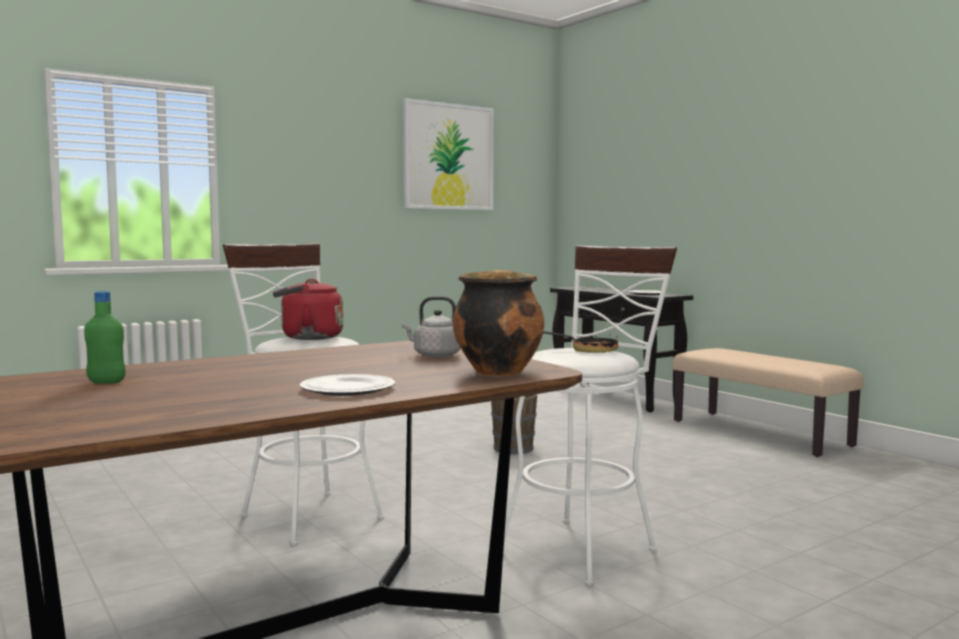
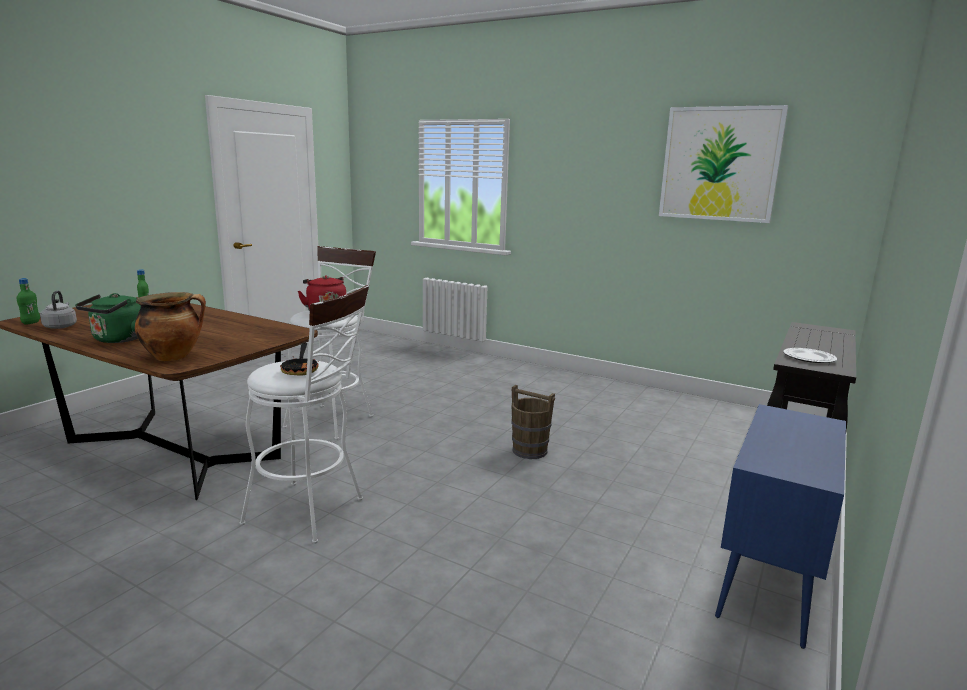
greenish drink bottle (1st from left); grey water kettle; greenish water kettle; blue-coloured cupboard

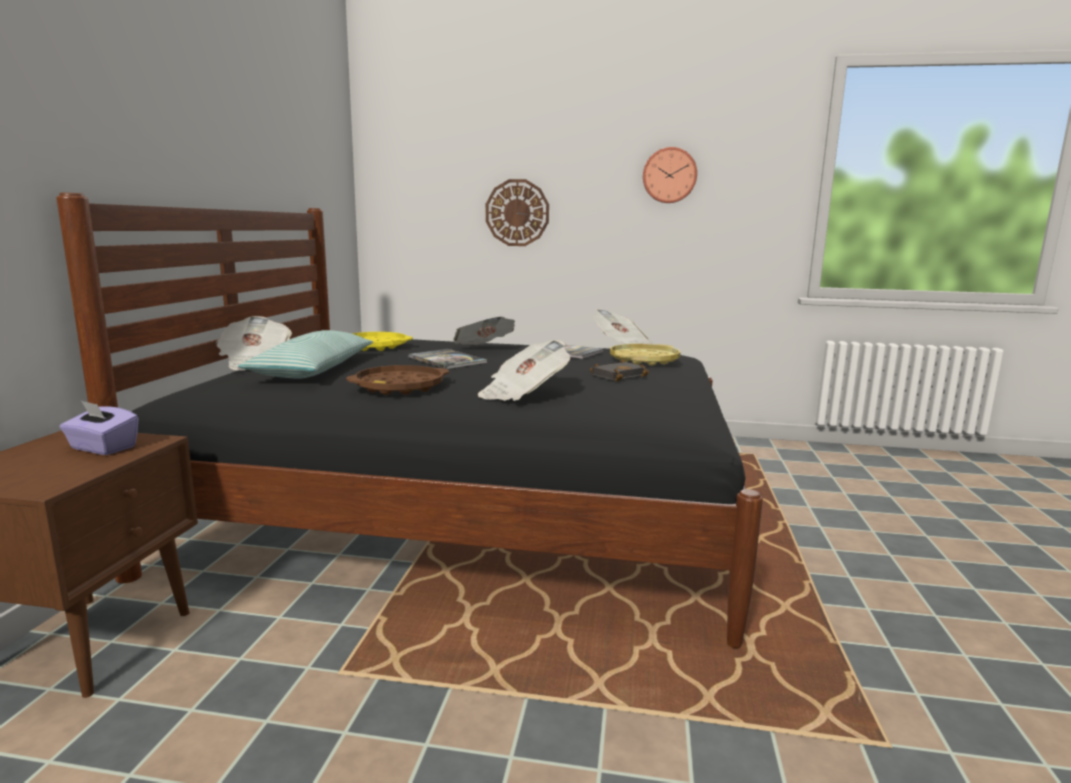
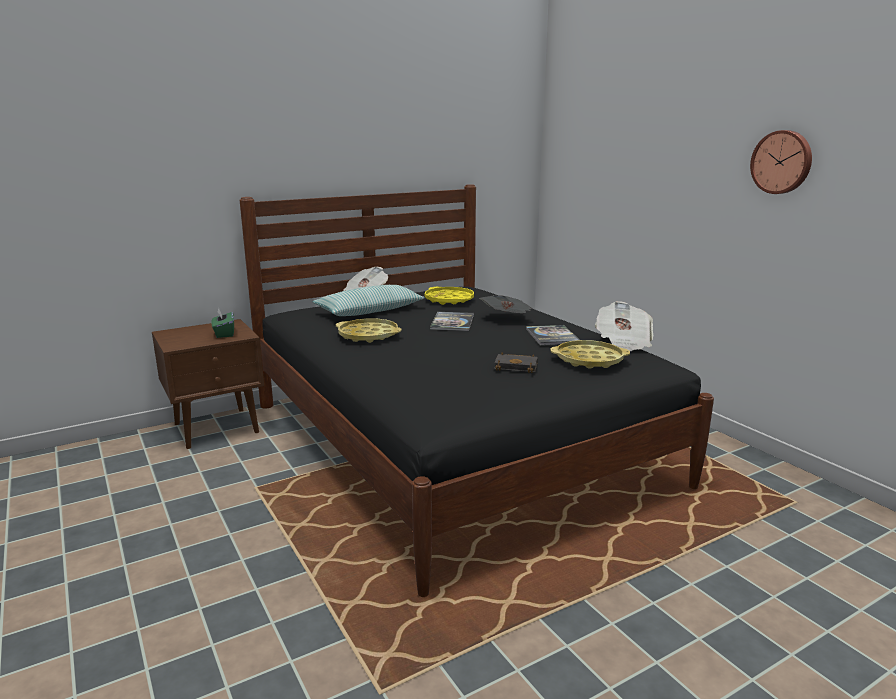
greenish tissue box; yellowish carrying tray (1st from left); daily paper (3rd from left in the first image); clock on the wall (1st from left in the first image)

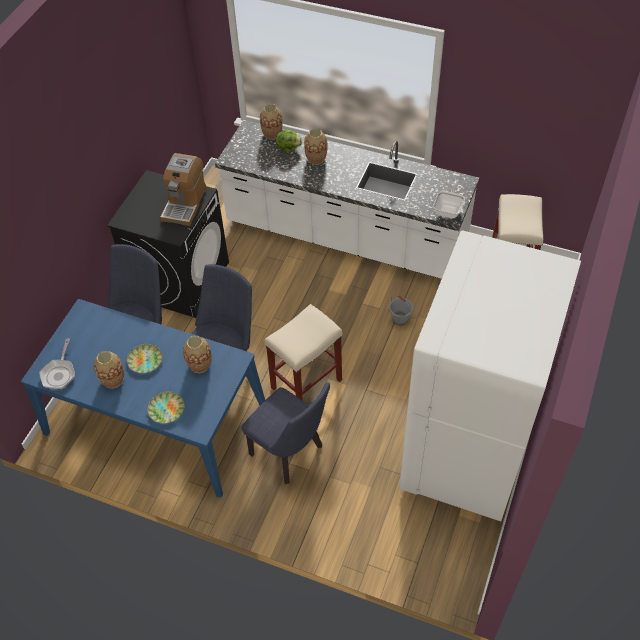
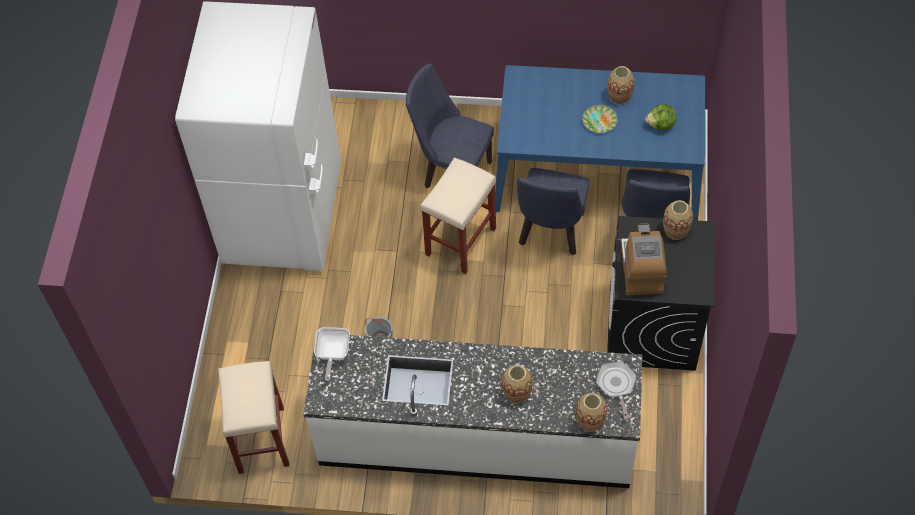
pan (2nd from left); head of lettuce; flower vase (4th from left); dinner plate (2nd from left in the first image)

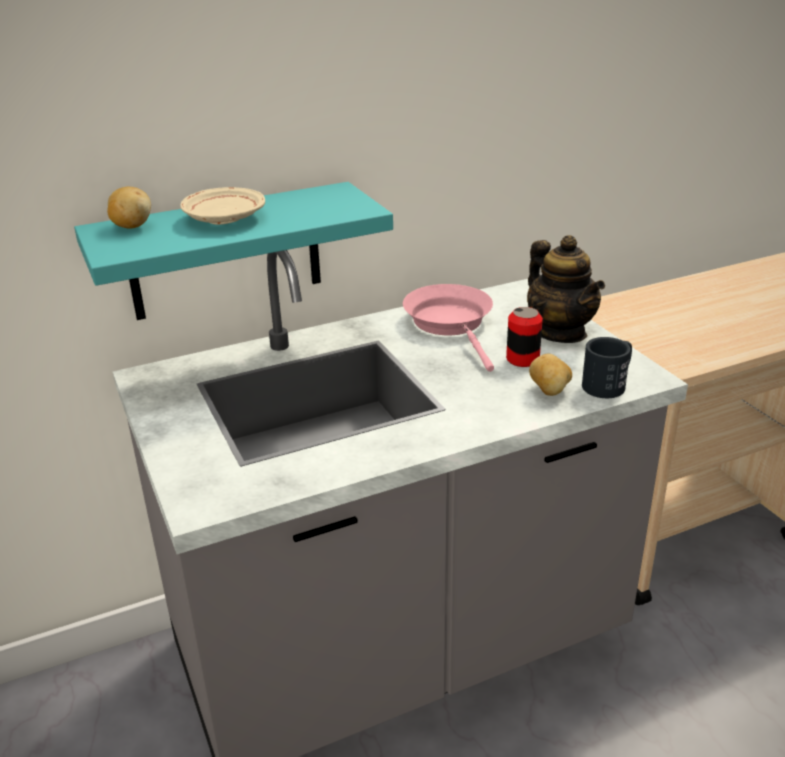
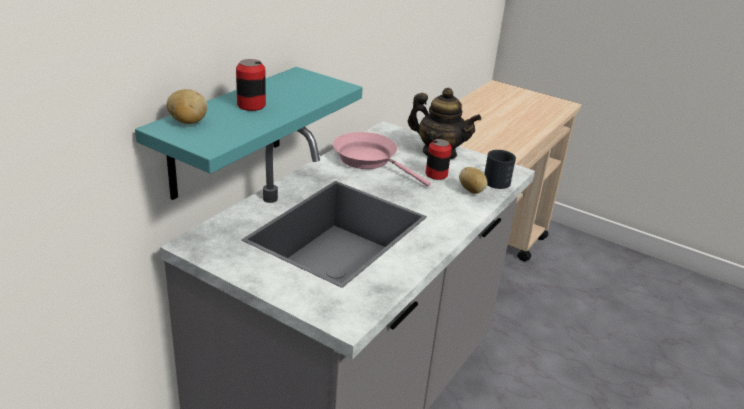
metal can (1st from left)

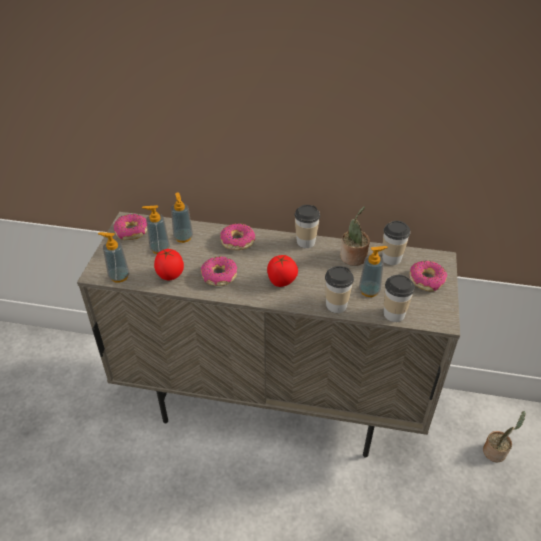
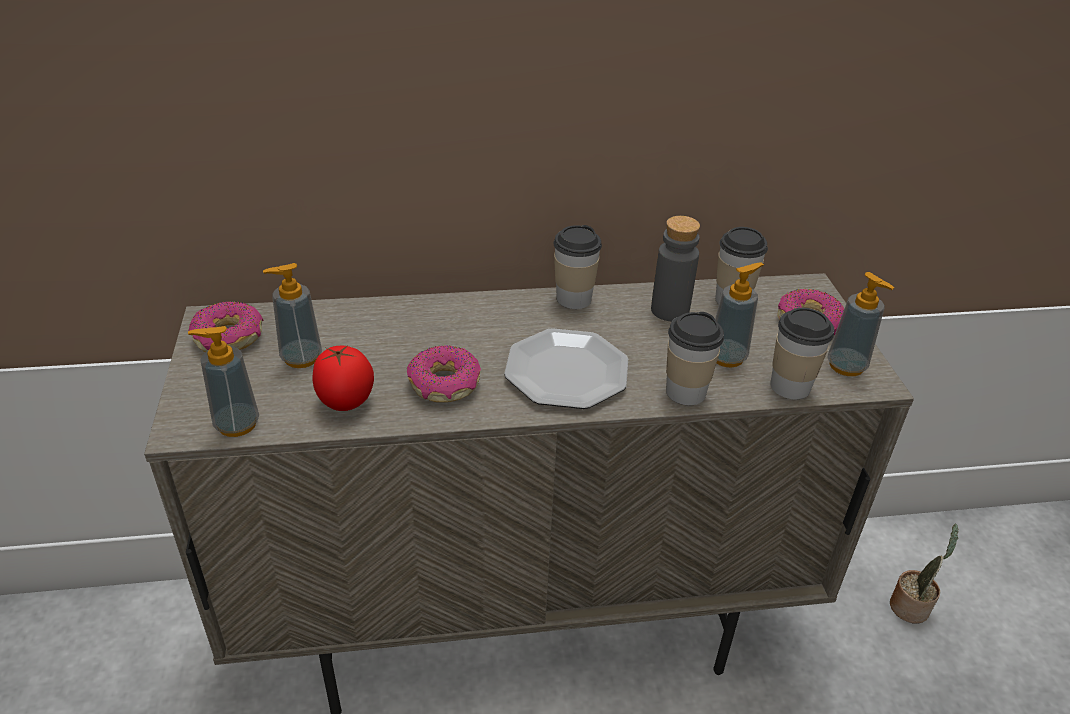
dinner plate; grey drink bottle; liquid soap bottle (4th from left); ring doughnut (3rd from left in the first image)

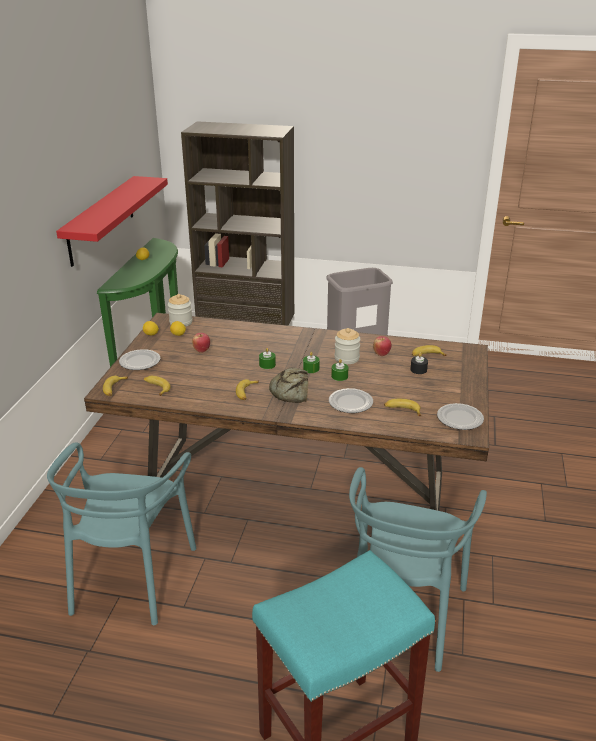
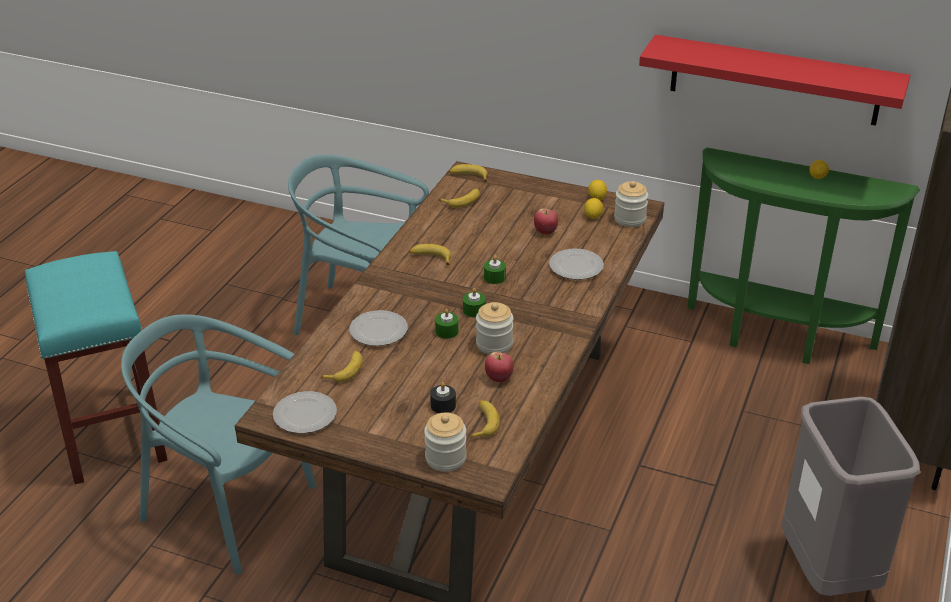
storage jar (1st from left); dinner plate (3rd from left); bread

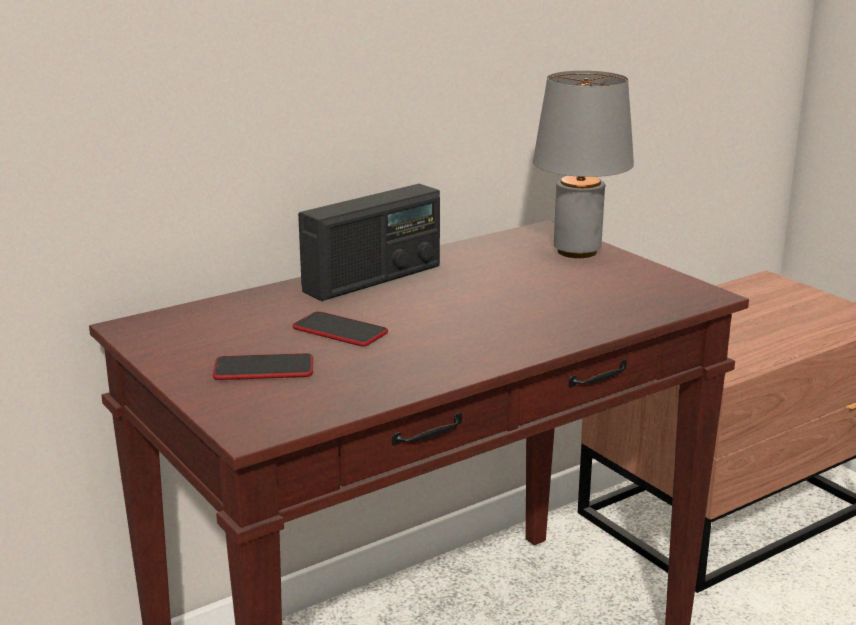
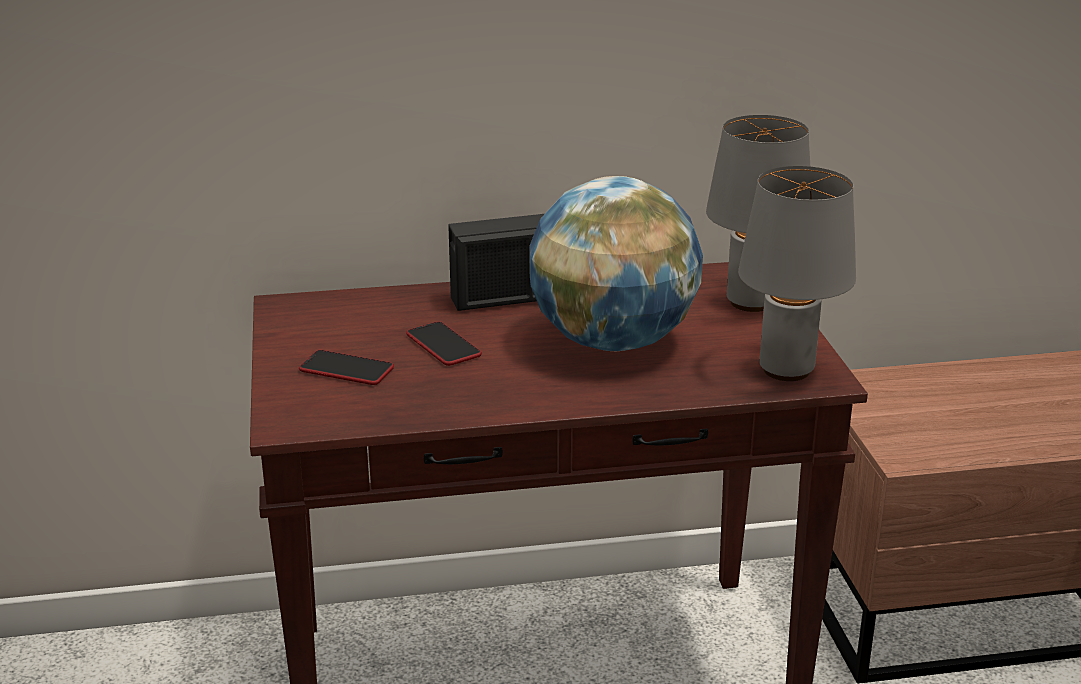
world globe; grey tabletop lamp (2nd from left)

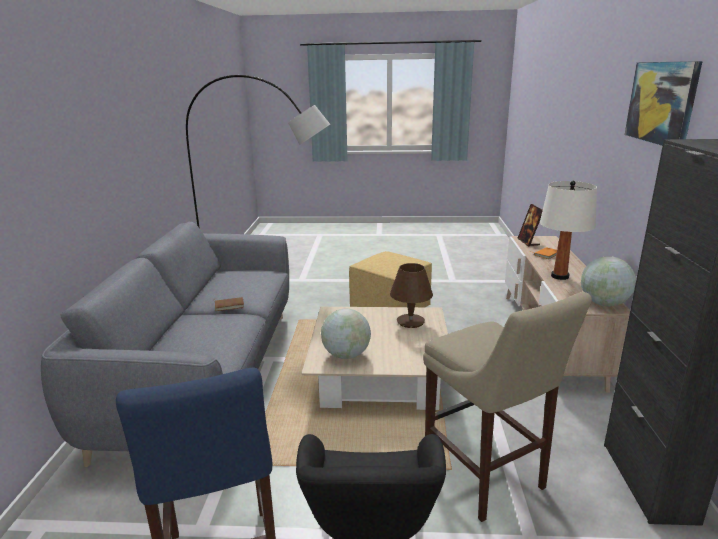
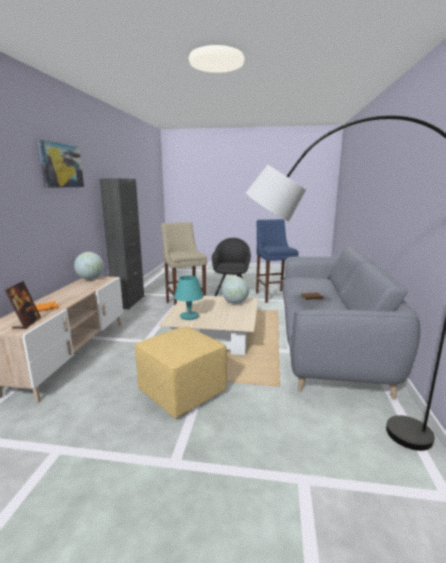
turquoise-coloured tabletop lamp; whitish tabletop lamp

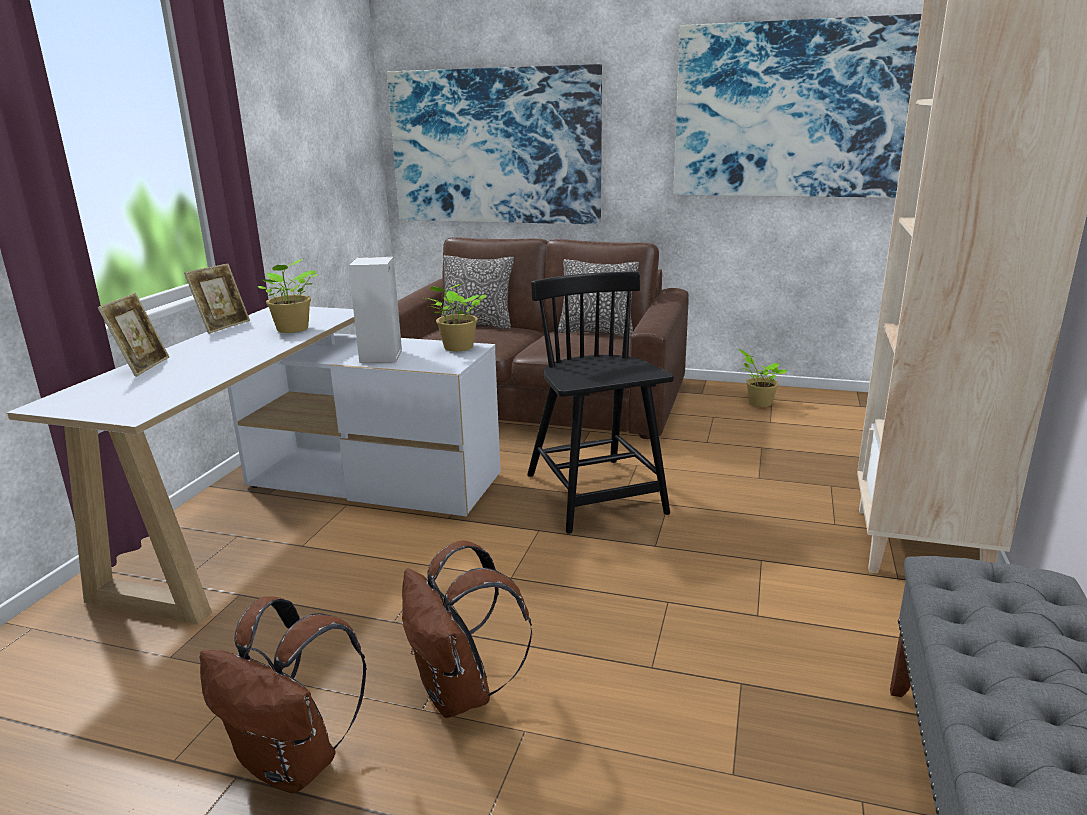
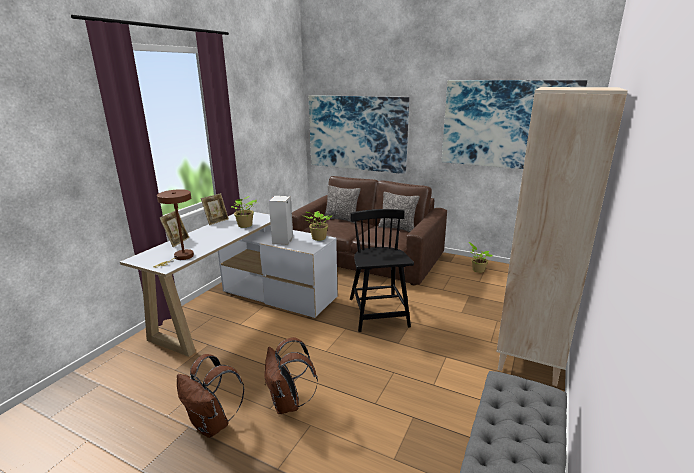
brown-coloured tabletop lamp

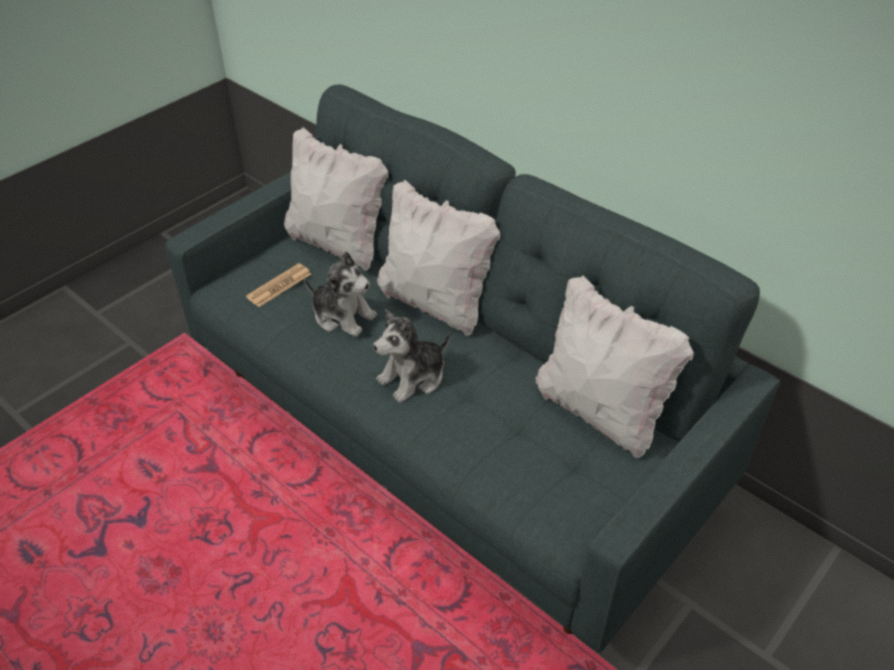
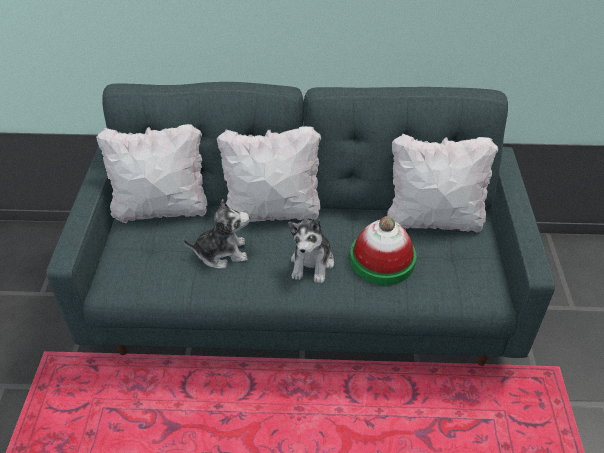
wearable hat; daily paper

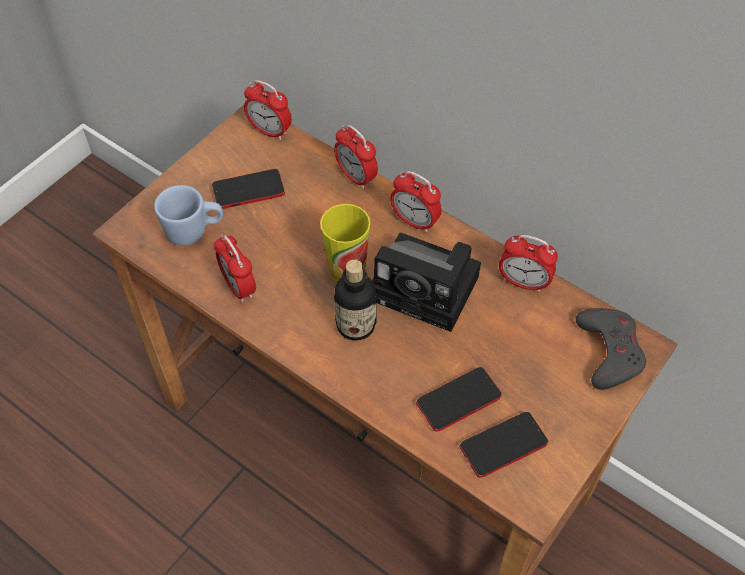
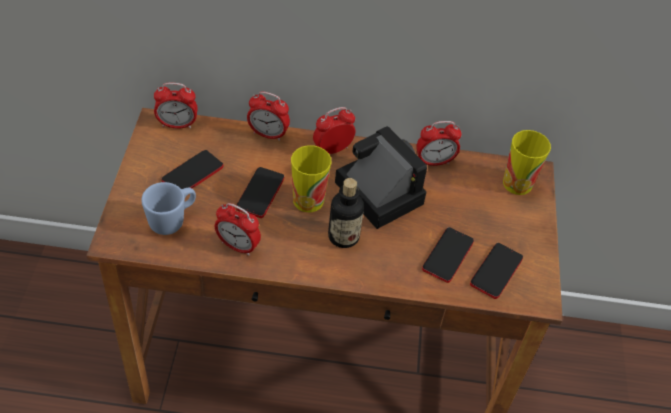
telephone (2nd from left); bedside clock (4th from left); still camera; small cup (2nd from left)

